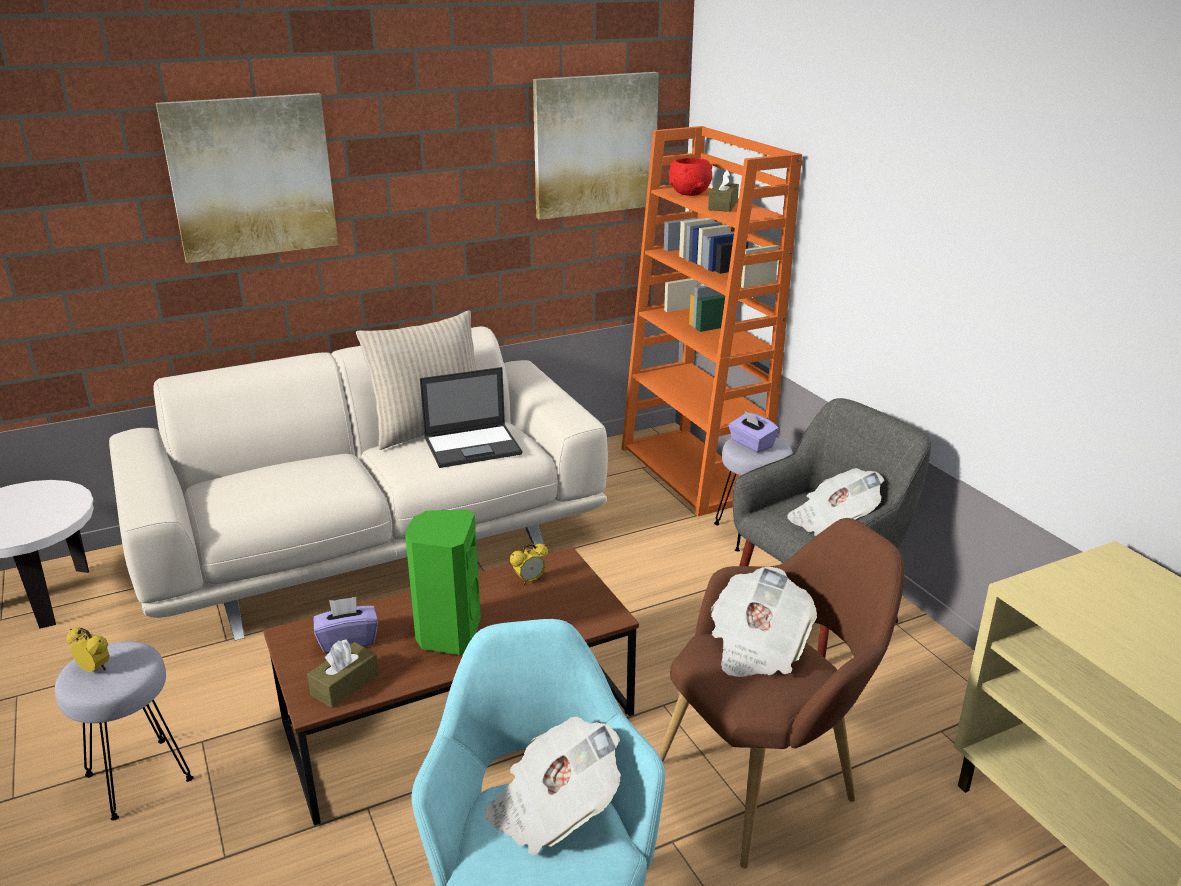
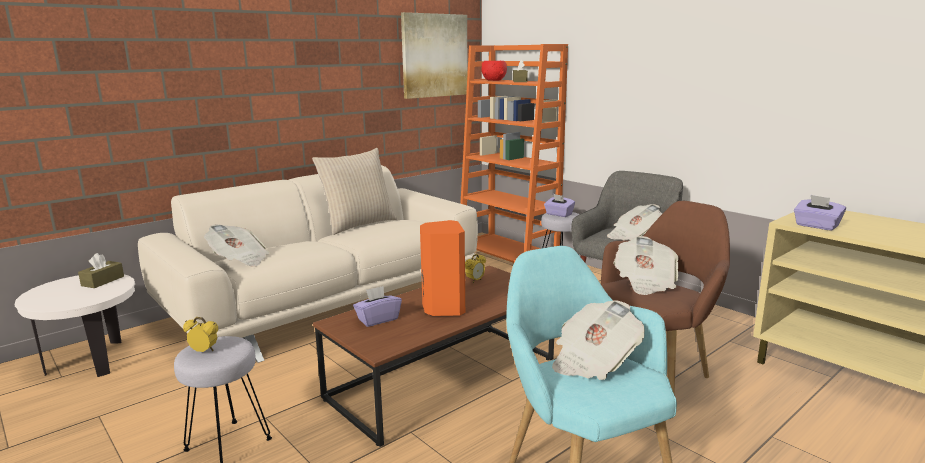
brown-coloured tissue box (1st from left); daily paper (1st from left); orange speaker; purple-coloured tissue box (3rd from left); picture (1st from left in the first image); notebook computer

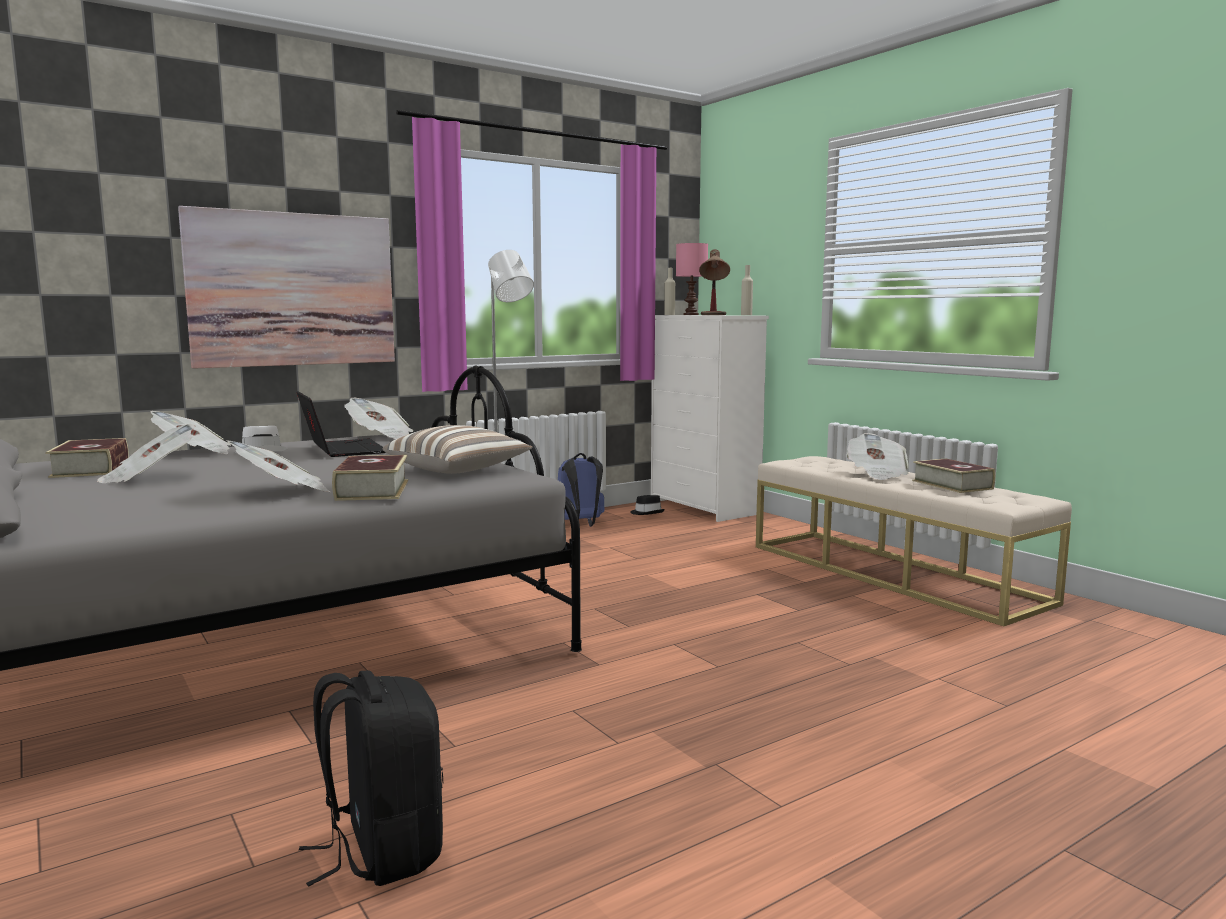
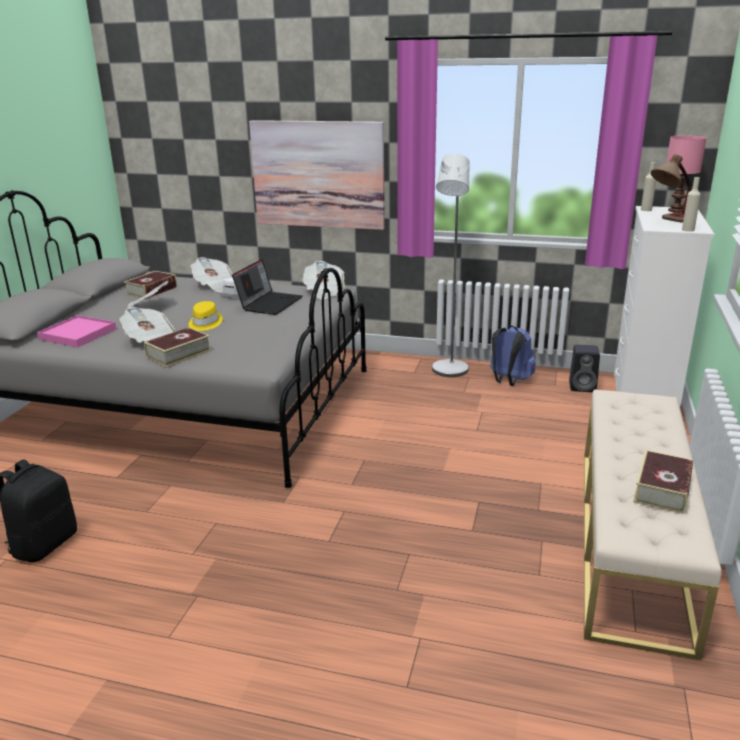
pink carrying tray; yellowish wearable hat; blackish speaker; cushion; daily paper (5th from left in the first image)

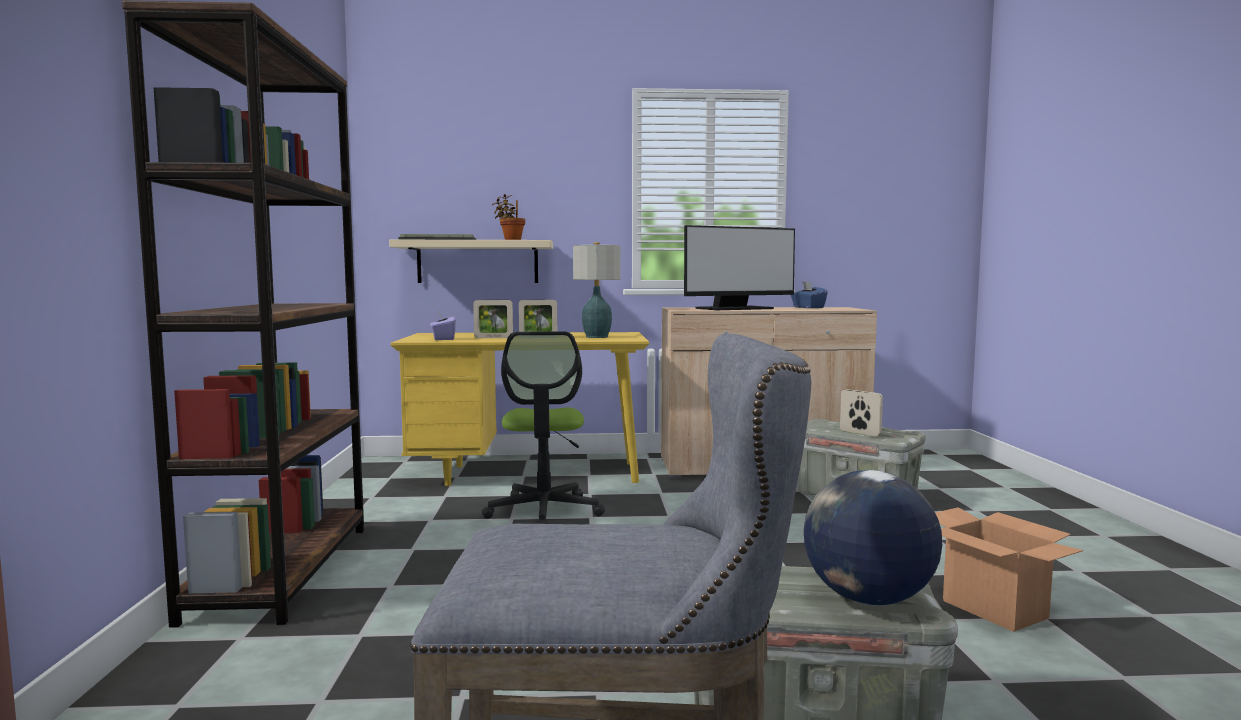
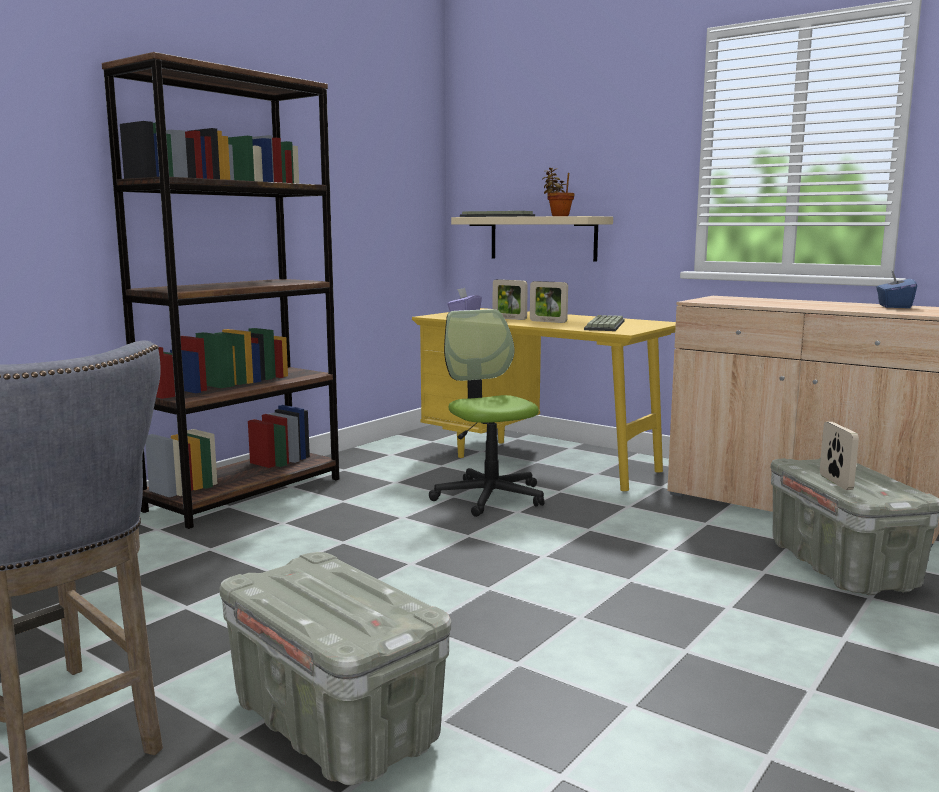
office chair; keyboard (2nd from left); computer screen; world globe; packing box

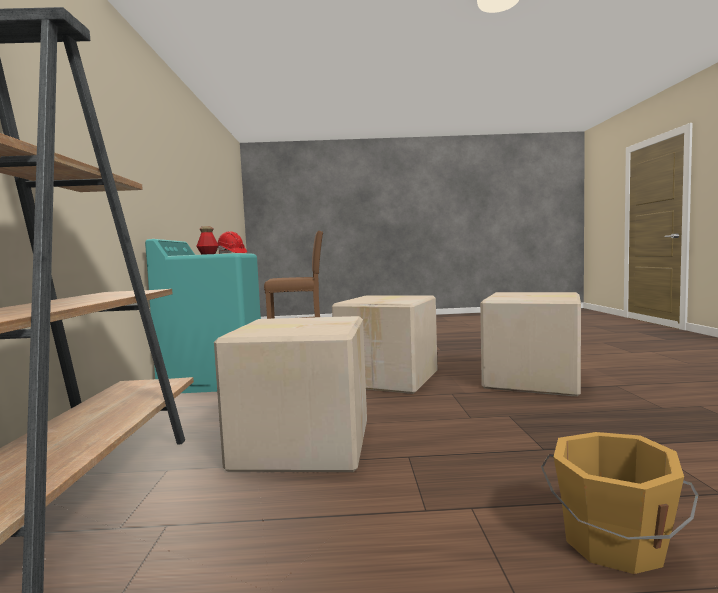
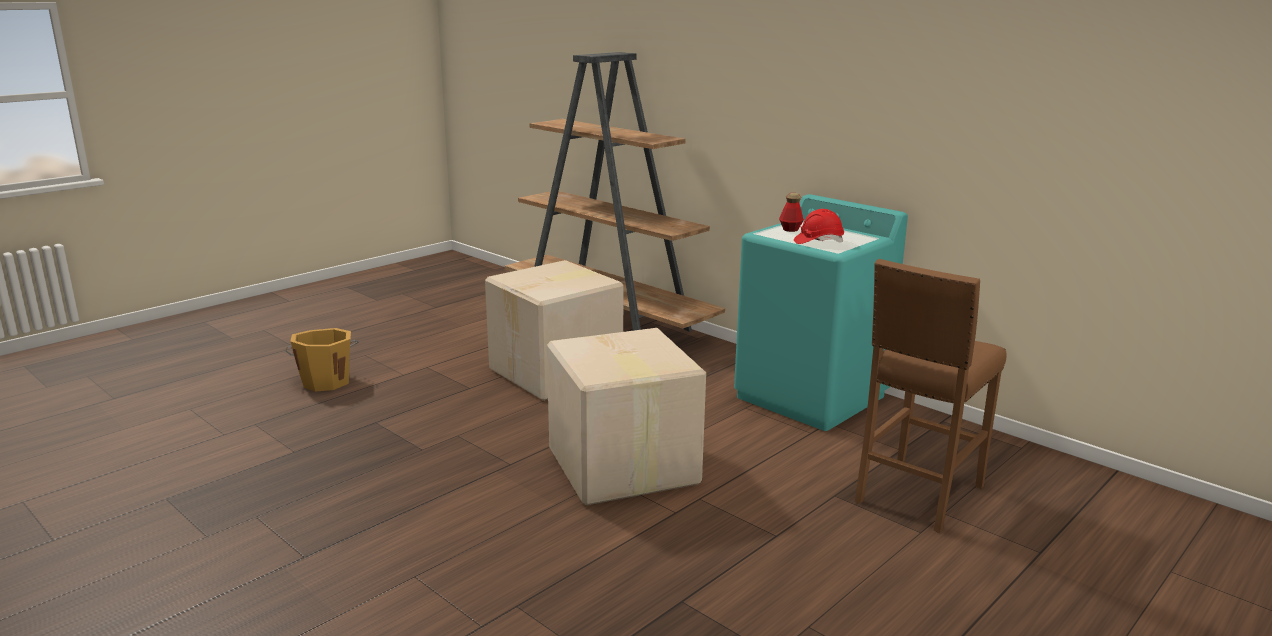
packing box (3rd from left in the first image)

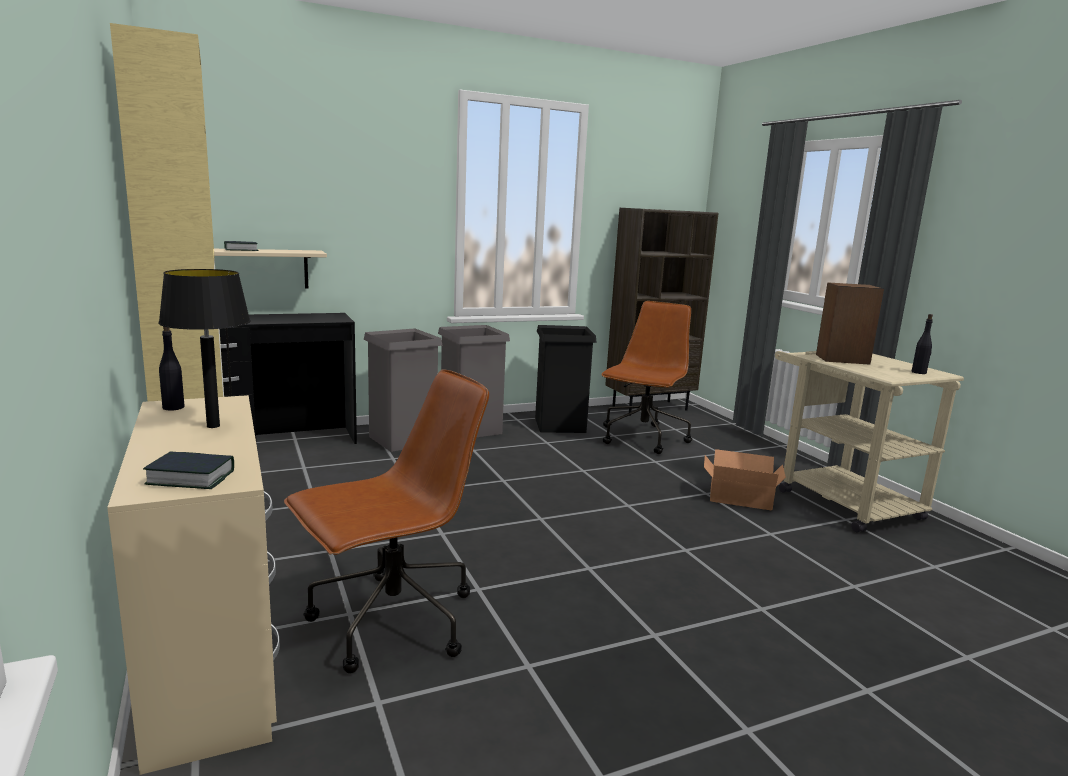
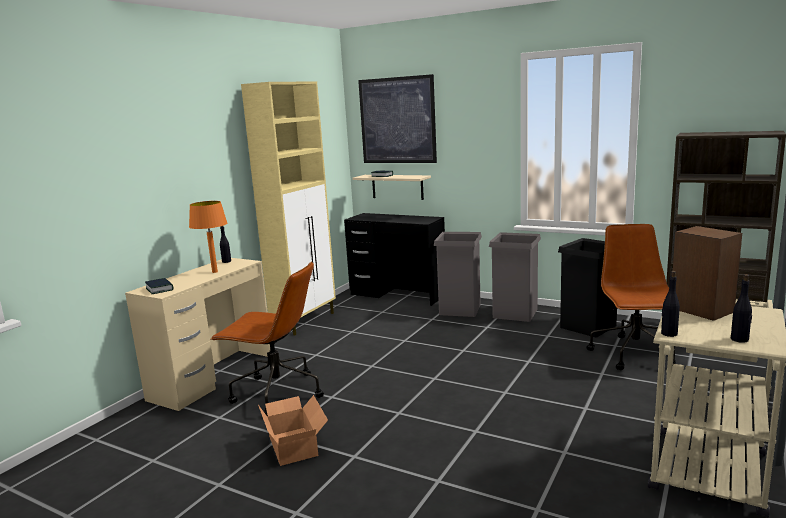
orange tabletop lamp; packing box; picture; brown-coloured office chair (2nd from left); blackish drink bottle (2nd from left)

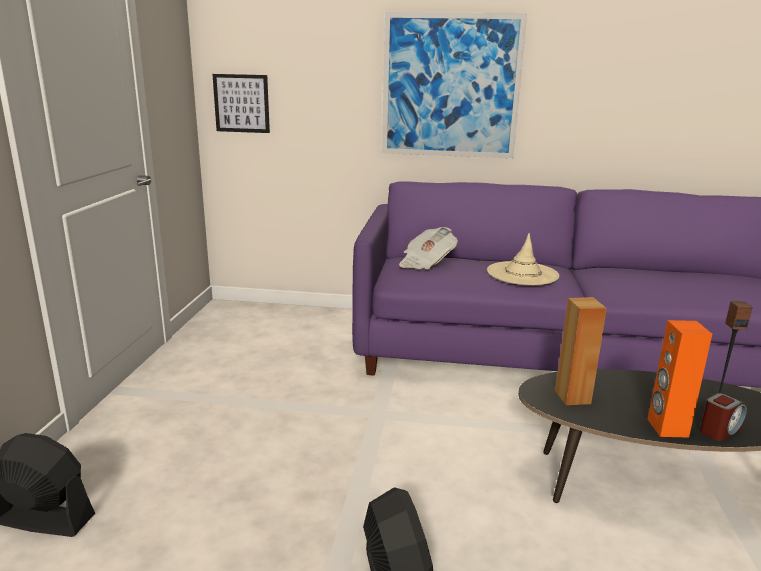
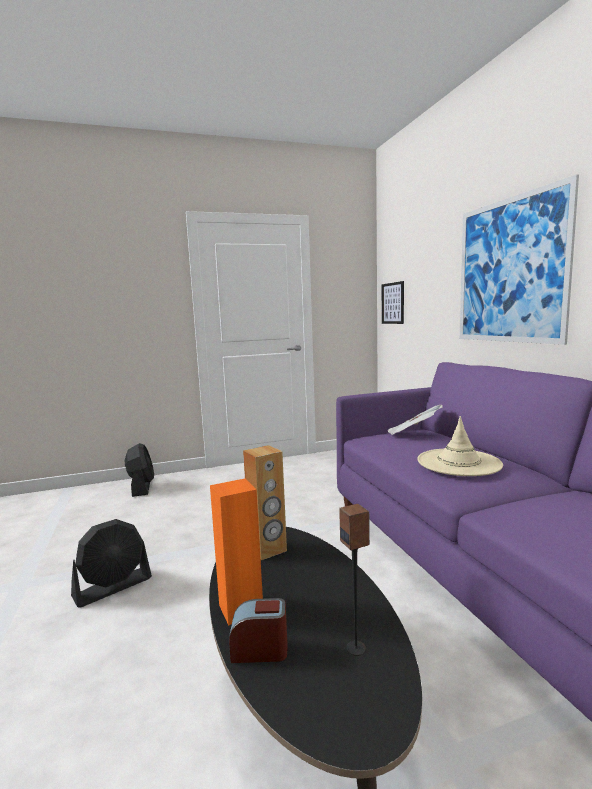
bedside clock

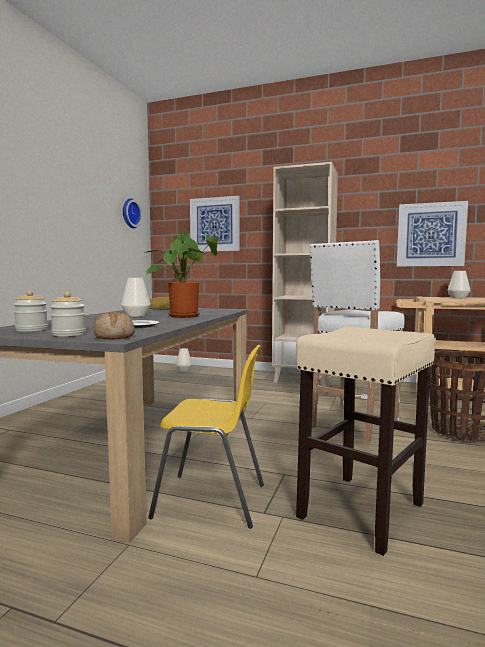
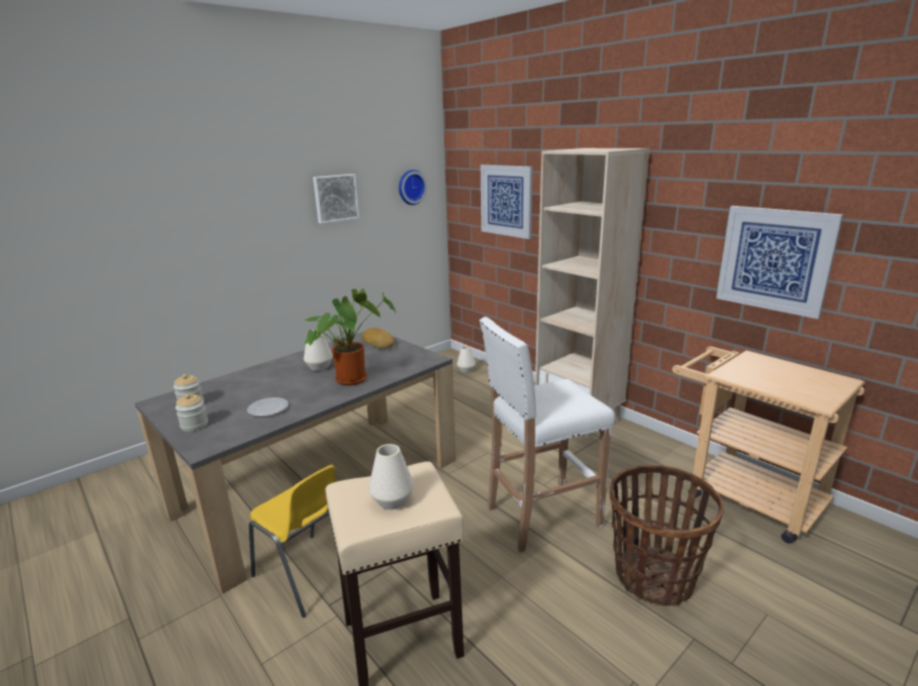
picture (1st from left); whitish flower vase (2nd from left); bread (1st from left in the first image)

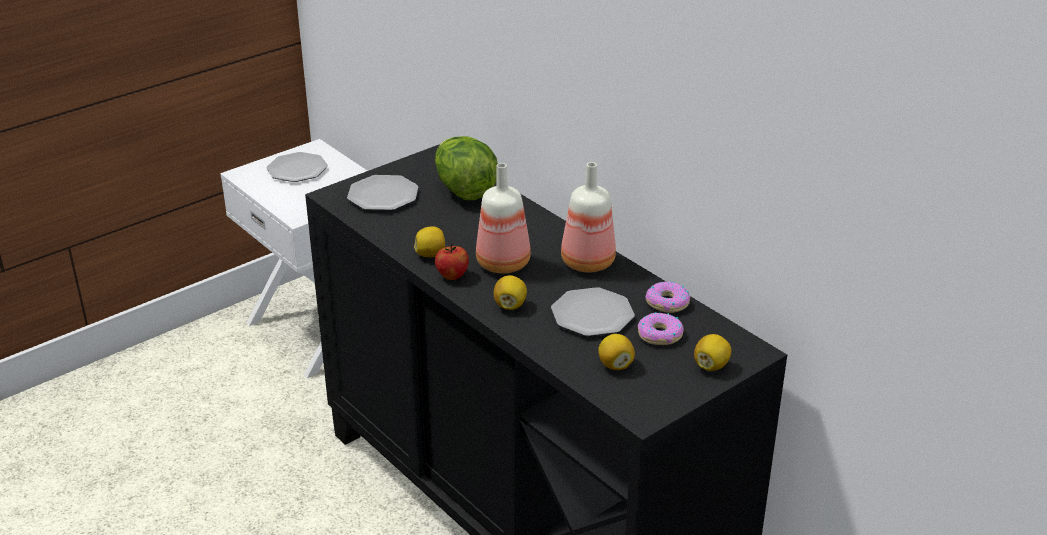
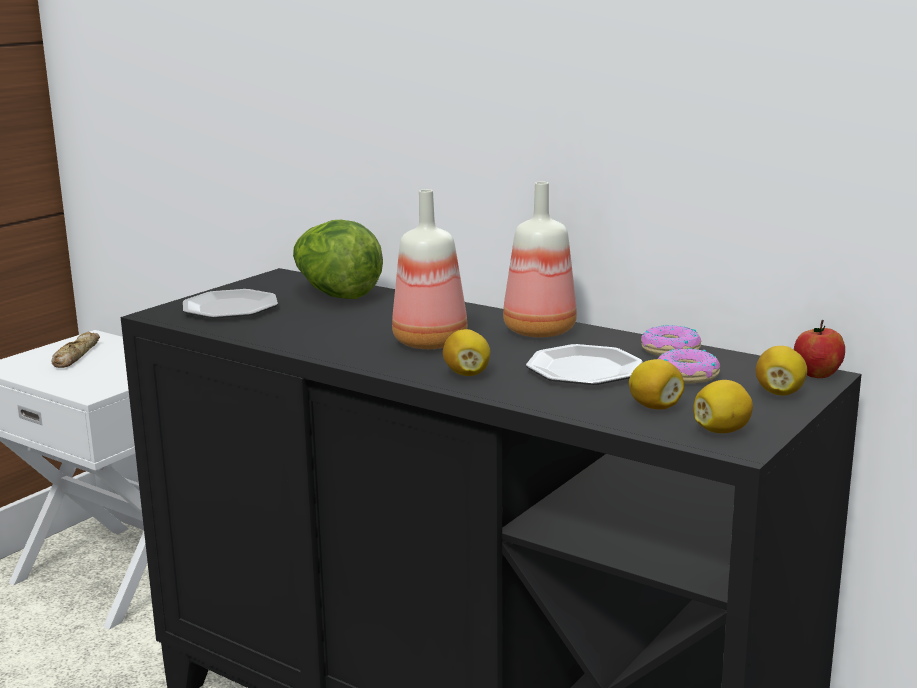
bread; whole lemon (3rd from left); whole apple

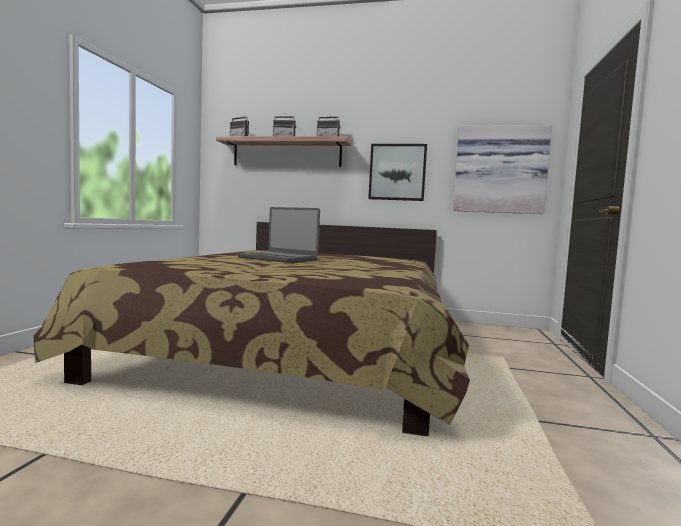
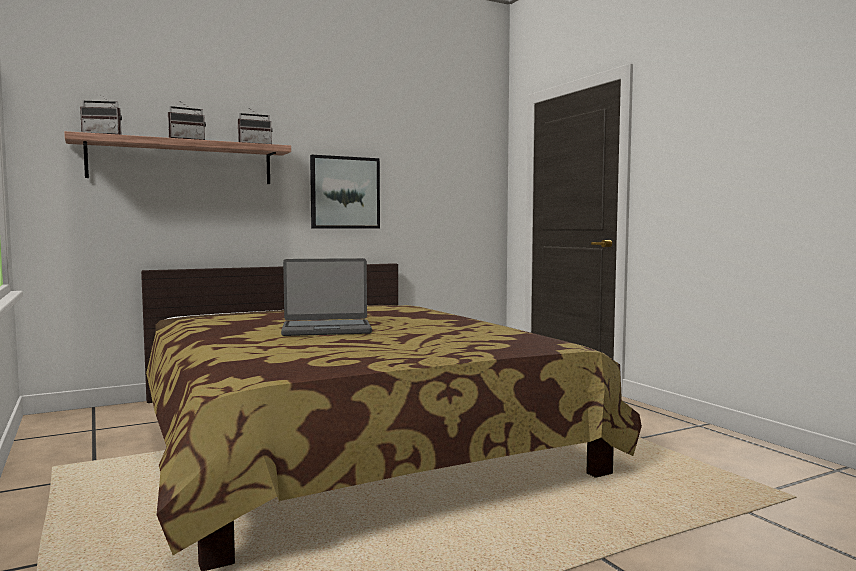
picture (2nd from left in the first image)

